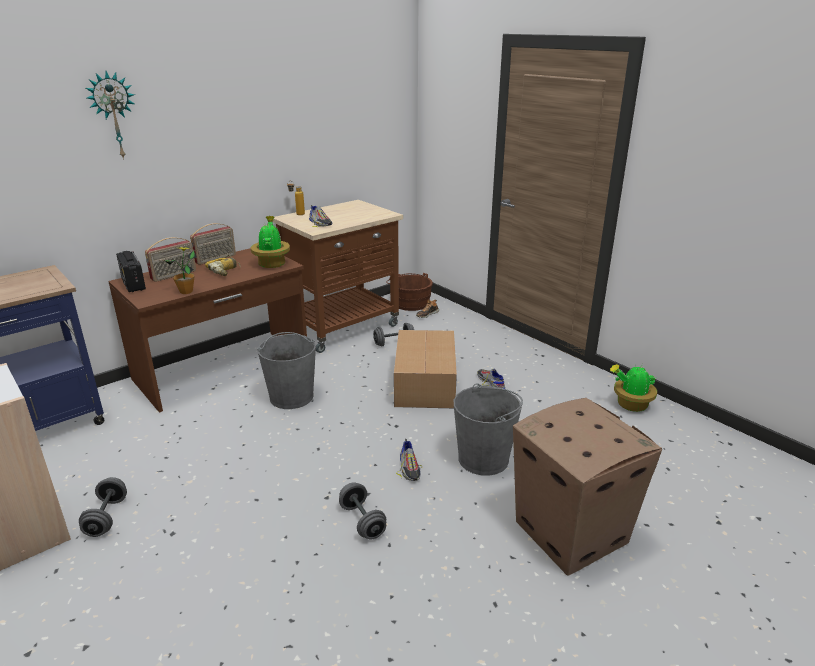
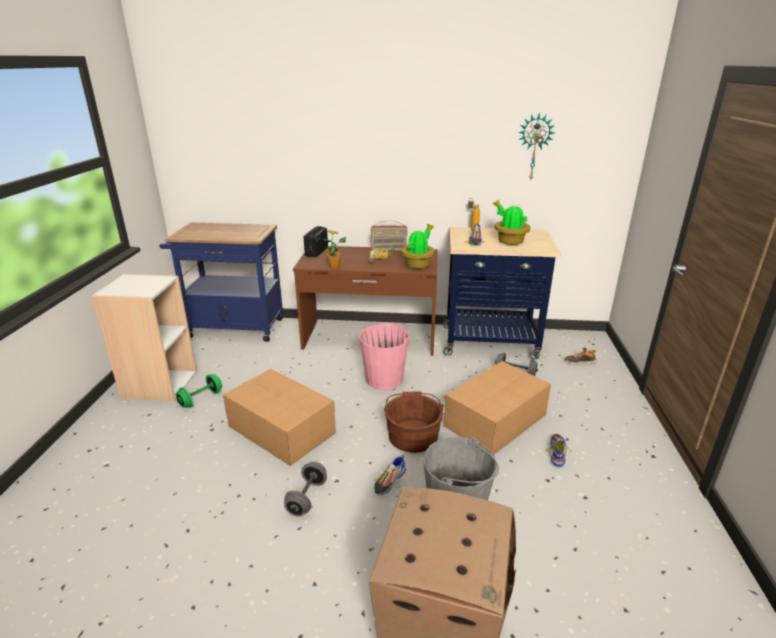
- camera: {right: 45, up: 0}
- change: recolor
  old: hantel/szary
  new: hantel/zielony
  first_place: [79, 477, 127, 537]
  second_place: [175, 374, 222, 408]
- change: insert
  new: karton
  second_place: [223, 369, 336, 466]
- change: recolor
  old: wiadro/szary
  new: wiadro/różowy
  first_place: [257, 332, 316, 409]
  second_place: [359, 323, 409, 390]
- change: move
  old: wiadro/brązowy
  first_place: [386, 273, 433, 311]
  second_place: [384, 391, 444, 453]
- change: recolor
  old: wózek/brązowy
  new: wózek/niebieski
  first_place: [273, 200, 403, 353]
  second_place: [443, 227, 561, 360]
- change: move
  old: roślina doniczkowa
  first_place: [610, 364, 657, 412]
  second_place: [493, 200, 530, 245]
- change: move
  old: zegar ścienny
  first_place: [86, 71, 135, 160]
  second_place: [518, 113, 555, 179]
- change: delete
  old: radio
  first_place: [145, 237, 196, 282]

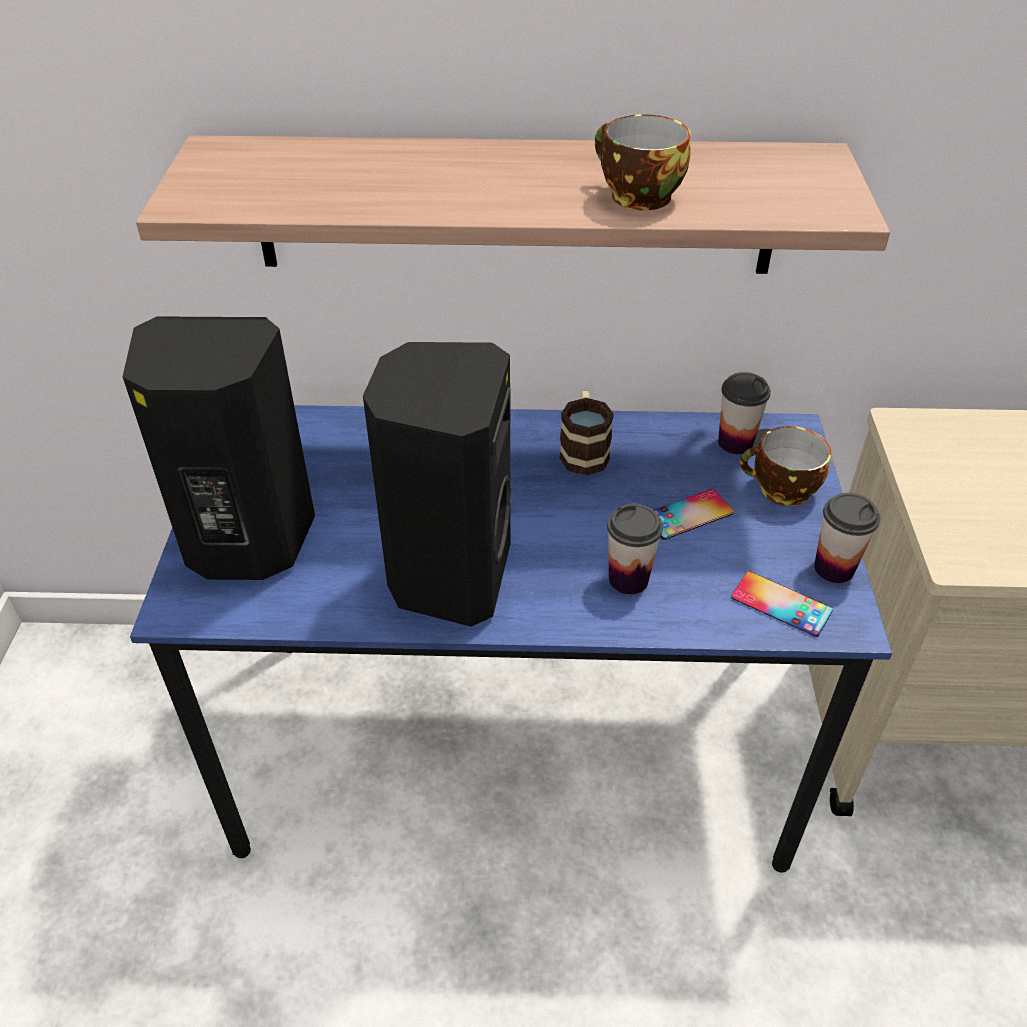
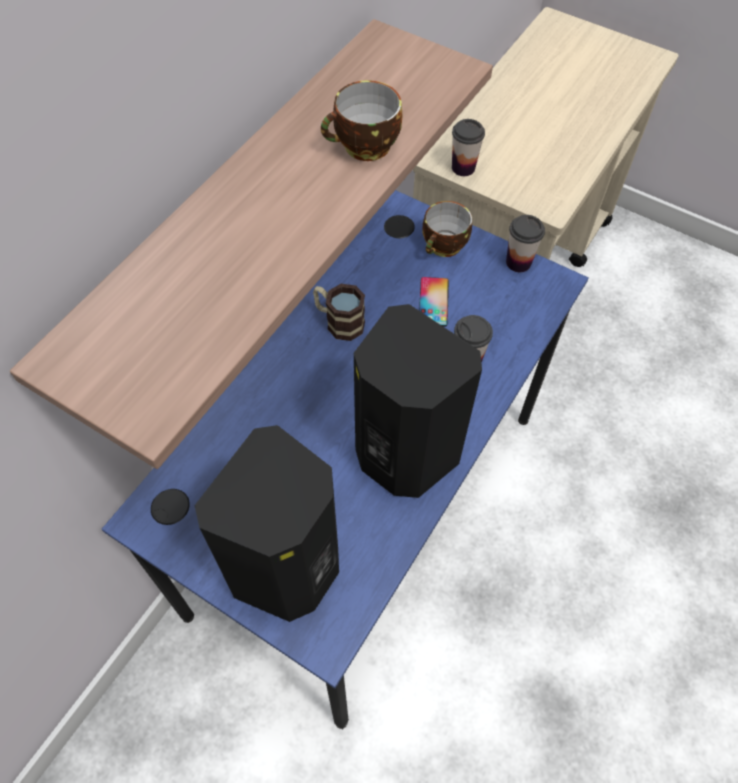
- camera: {right: -60, up: 15}
- change: move
  old: filiżanka
  first_place: [718, 372, 771, 454]
  second_place: [452, 119, 485, 176]
- change: delete
  old: telefon
  first_place: [731, 571, 833, 637]

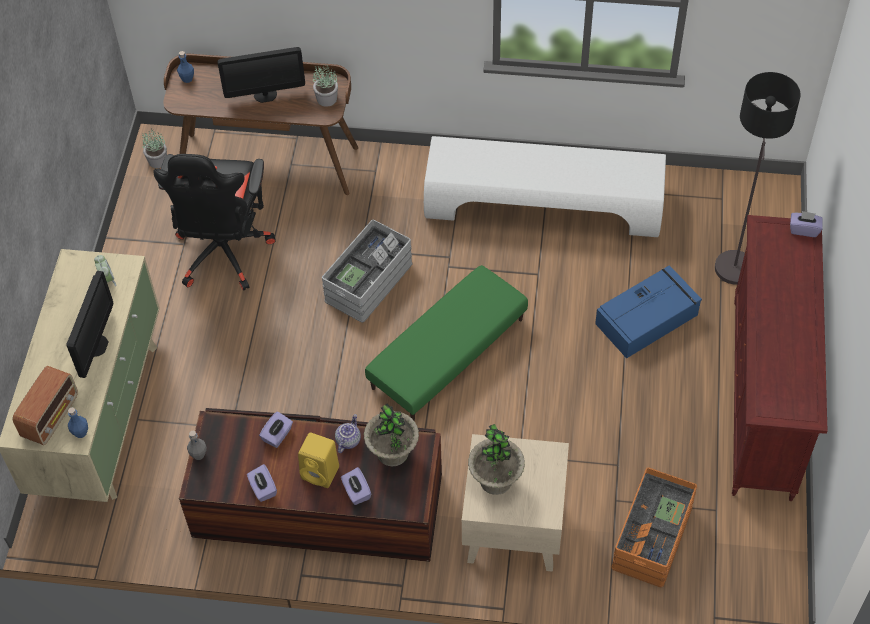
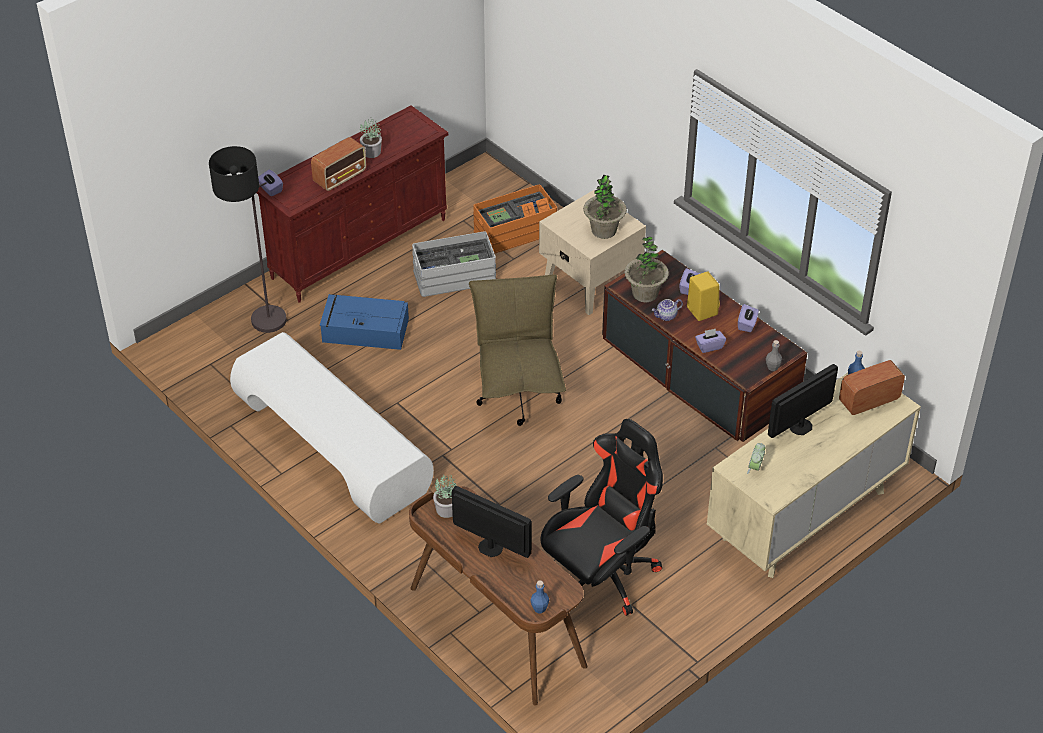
- camera: {right: -140, up: -10}
- change: insert
  new: radio
  second_place: [311, 137, 366, 191]
- change: move
  old: roślina doniczkowa
  first_place: [142, 130, 167, 168]
  second_place: [360, 119, 382, 158]
- change: move
  old: pojemnik do przechowywania/szary
  first_place: [322, 220, 412, 322]
  second_place: [412, 231, 496, 297]
- change: replace
  old: pufa/zielony
  new: krzesło biurowe/beżowy
  first_place: [365, 265, 528, 421]
  second_place: [469, 274, 566, 426]

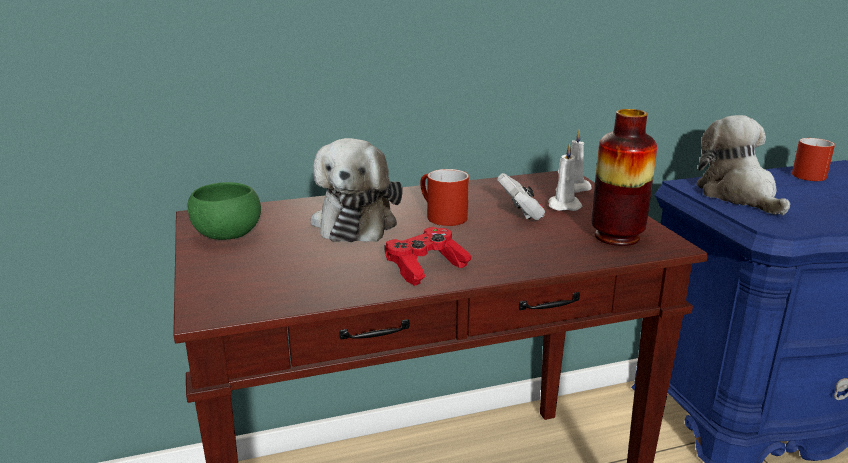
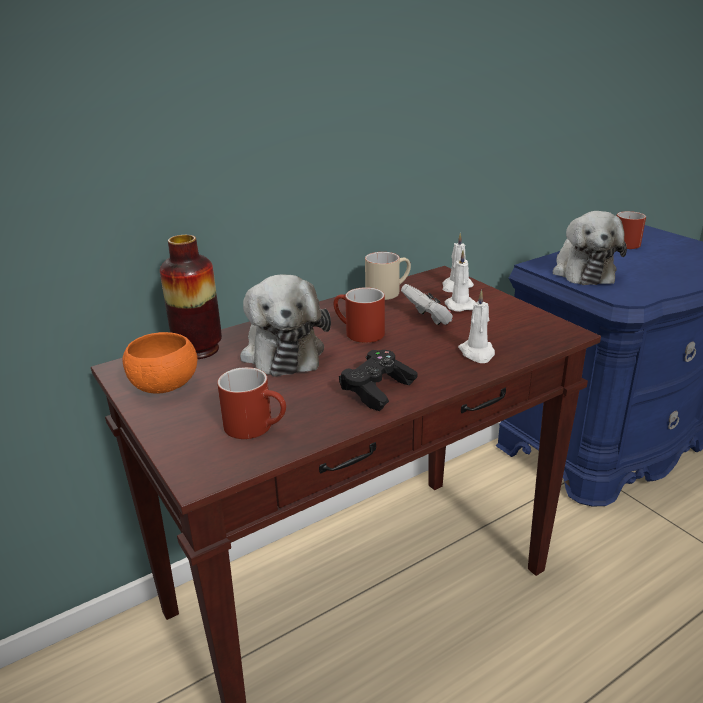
- camera: {right: -15, up: 5}
- change: recolor
  old: miska/zielony
  new: miska/pomarańczowy
  first_place: [188, 182, 261, 240]
  second_place: [123, 332, 197, 394]
- change: move
  old: wazon
  first_place: [591, 109, 657, 246]
  second_place: [160, 235, 222, 359]
- change: insert
  new: kubek/czerwony
  second_place: [217, 367, 286, 439]
- change: recolor
  old: pad do gier/czerwony
  new: pad do gier/czarny
  first_place: [385, 227, 471, 286]
  second_place: [339, 350, 418, 411]
- change: insert
  new: kubek/beżowy
  second_place: [365, 252, 411, 300]
- change: insert
  new: świeca/biały
  second_place: [458, 290, 495, 363]
- change: rotate
  old: pluszak
  first_place: [696, 115, 790, 215]
  second_place: [553, 211, 627, 285]
  degrees: -150

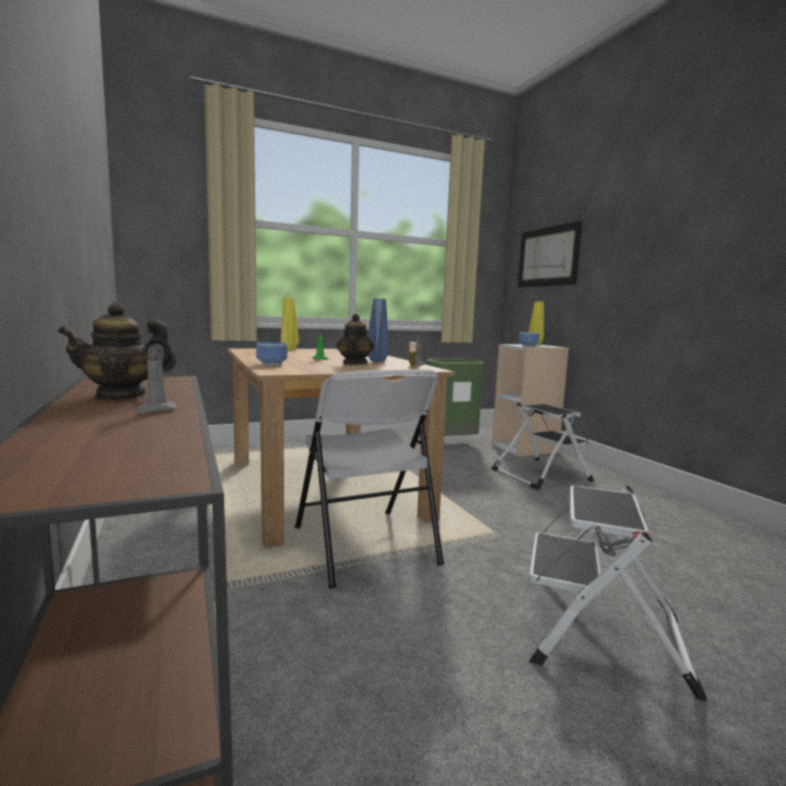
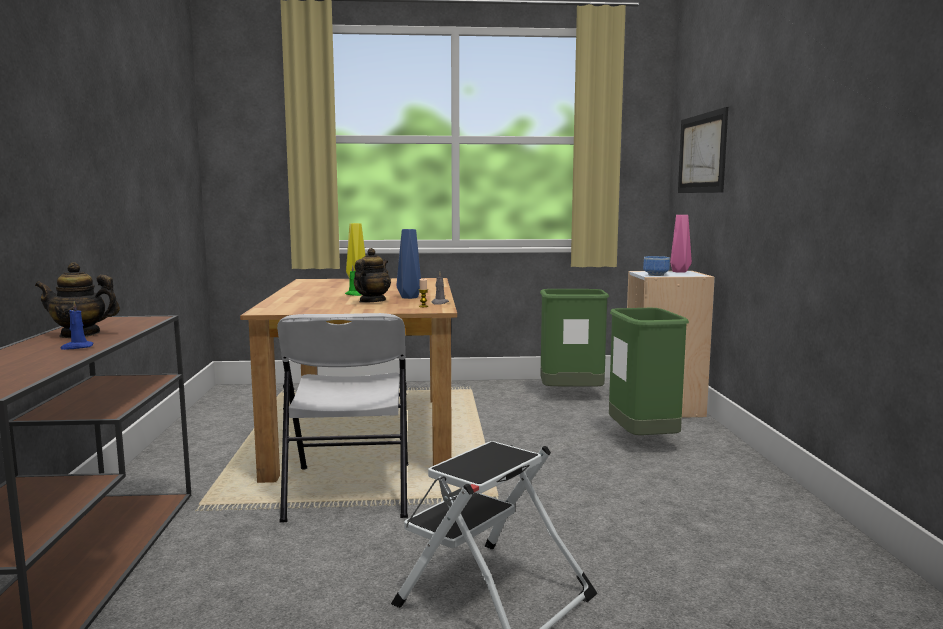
- camera: {right: 20, up: 0}
- change: recolor
  old: świeca/szary
  new: świeca/niebieski
  first_place: [134, 348, 177, 413]
  second_place: [60, 301, 93, 350]
- change: replace
  old: drabinka
  new: kosz na śmieci/zielony
  first_place: [491, 402, 594, 490]
  second_place: [609, 308, 689, 435]
- change: recolor
  old: wazon/żółty
  new: wazon/różowy
  first_place: [529, 301, 544, 345]
  second_place: [670, 215, 692, 273]
- change: delete
  old: miska
  first_place: [256, 342, 287, 365]

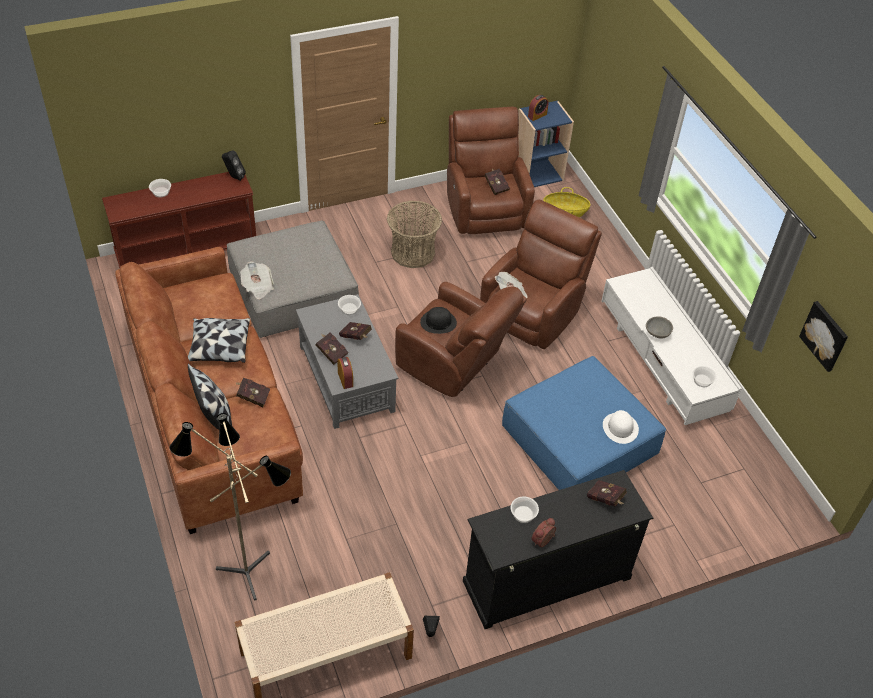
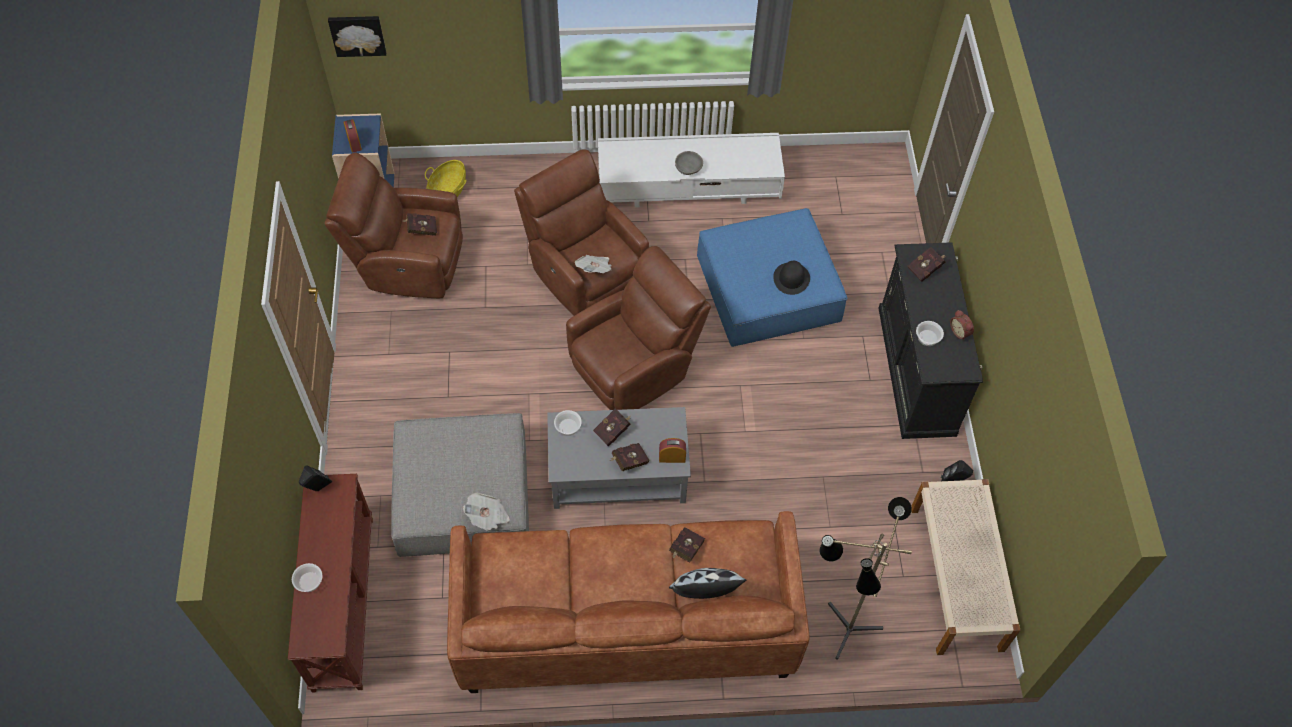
- camera: {right: -70, up: 10}
- change: move
  old: obraz
  first_place: [799, 301, 848, 372]
  second_place: [328, 16, 386, 57]
- change: move
  old: kapelusz/czarny
  first_place: [420, 307, 457, 334]
  second_place: [773, 261, 810, 295]
- change: delete
  old: poduszka
  first_place: [188, 318, 250, 363]
- change: delete
  old: koszyk
  first_place: [387, 201, 442, 268]
- change: delete
  old: kapelusz/biały
  first_place: [603, 410, 639, 444]
- change: delete
  old: miska
  first_place: [693, 366, 717, 387]

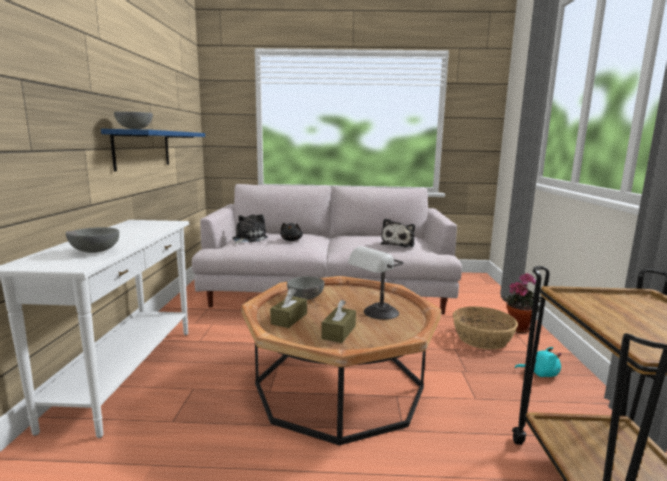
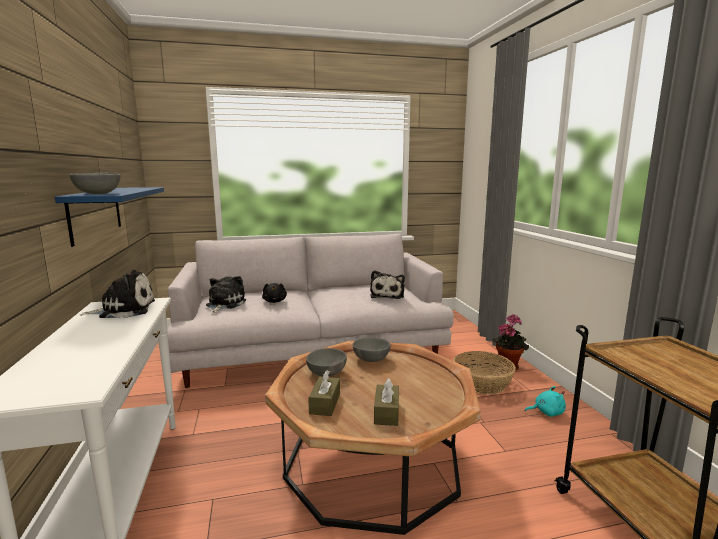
- camera: {right: -15, up: 0}
- change: insert
  new: pluszak
  second_place: [80, 270, 155, 318]
- change: move
  old: miska/szary
  first_place: [66, 227, 119, 253]
  second_place: [352, 337, 390, 362]
- change: delete
  old: lampa stołowa
  first_place: [348, 246, 404, 320]

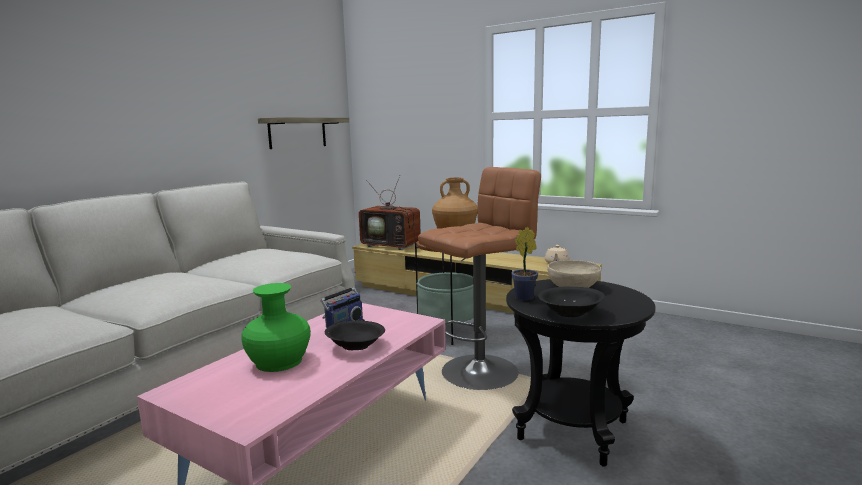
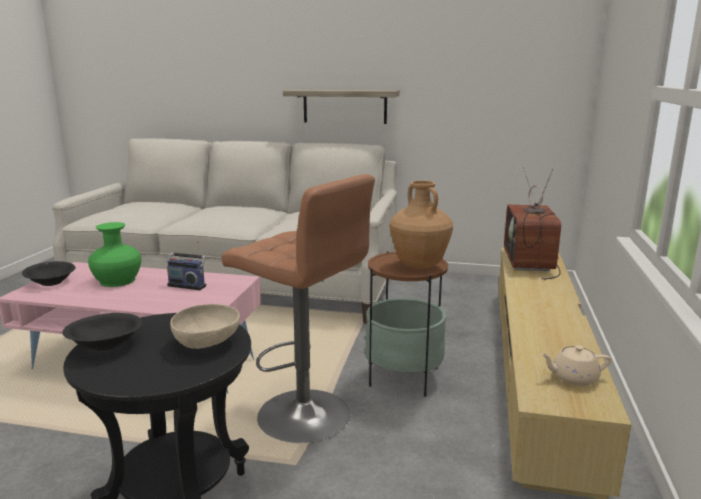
- camera: {right: 70, up: 5}
- change: move
  old: miska/czarny
  first_place: [325, 320, 385, 350]
  second_place: [22, 261, 76, 286]
- change: move
  old: półka
  first_place: [258, 117, 349, 149]
  second_place: [283, 89, 400, 124]
- change: delete
  old: roślina doniczkowa
  first_place: [511, 227, 538, 301]

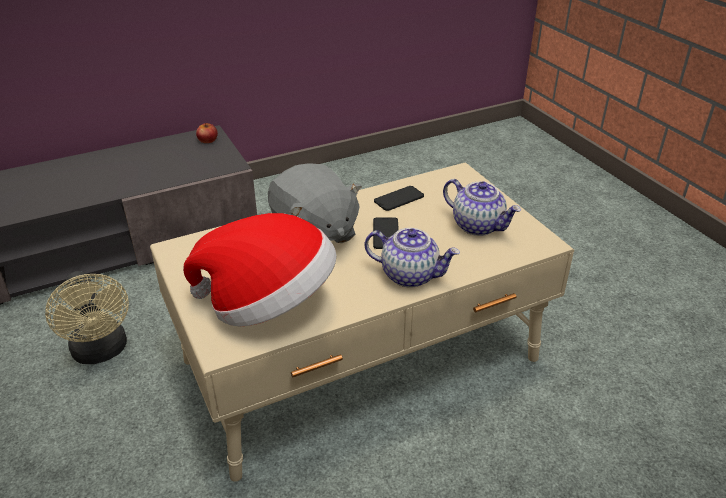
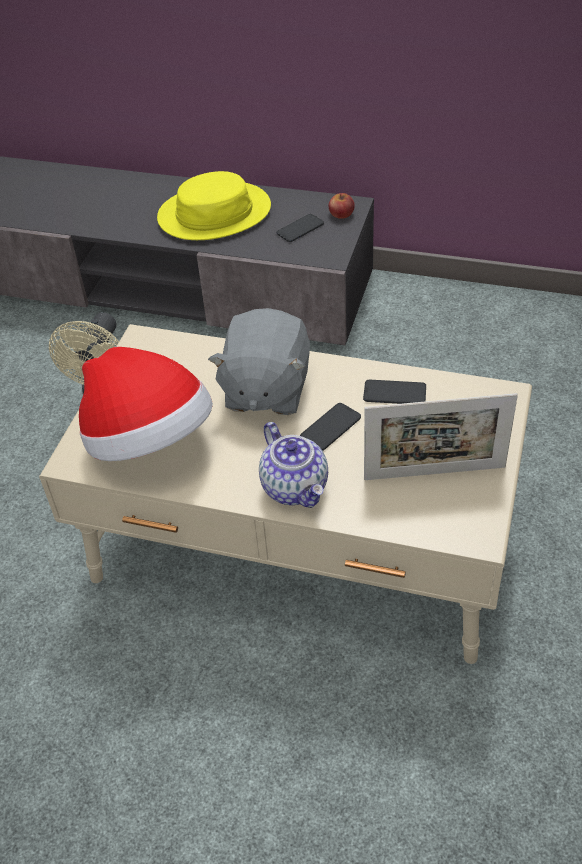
- camera: {right: 45, up: 10}
- change: insert
  new: kapelusz/żółty
  second_place: [157, 171, 271, 240]
- change: insert
  new: telefon
  second_place: [277, 214, 324, 242]
- change: replace
  old: imbryk
  new: ramka na zdjęcie
  first_place: [443, 179, 521, 236]
  second_place: [364, 393, 518, 480]

